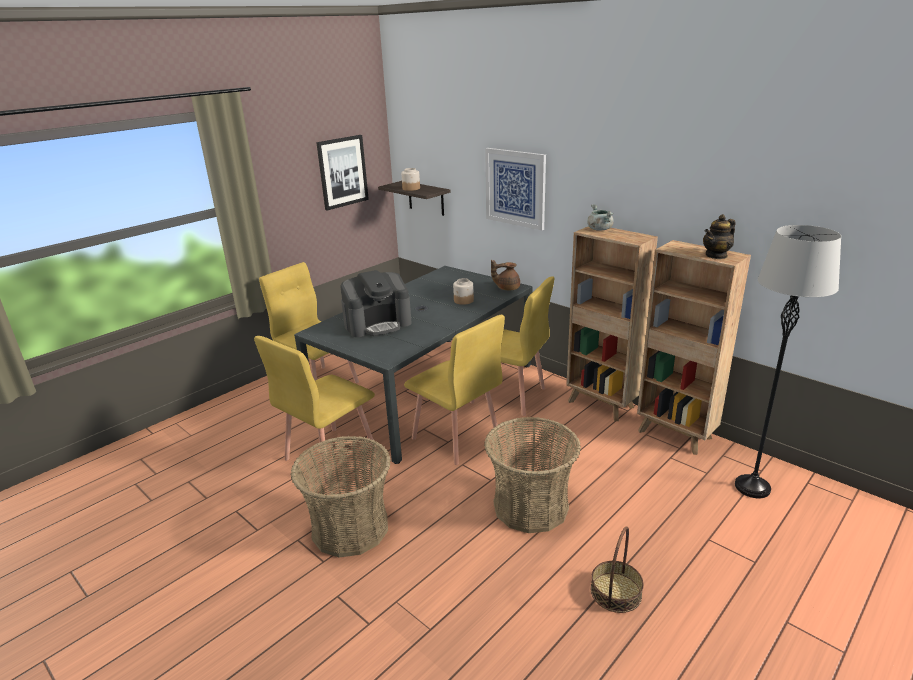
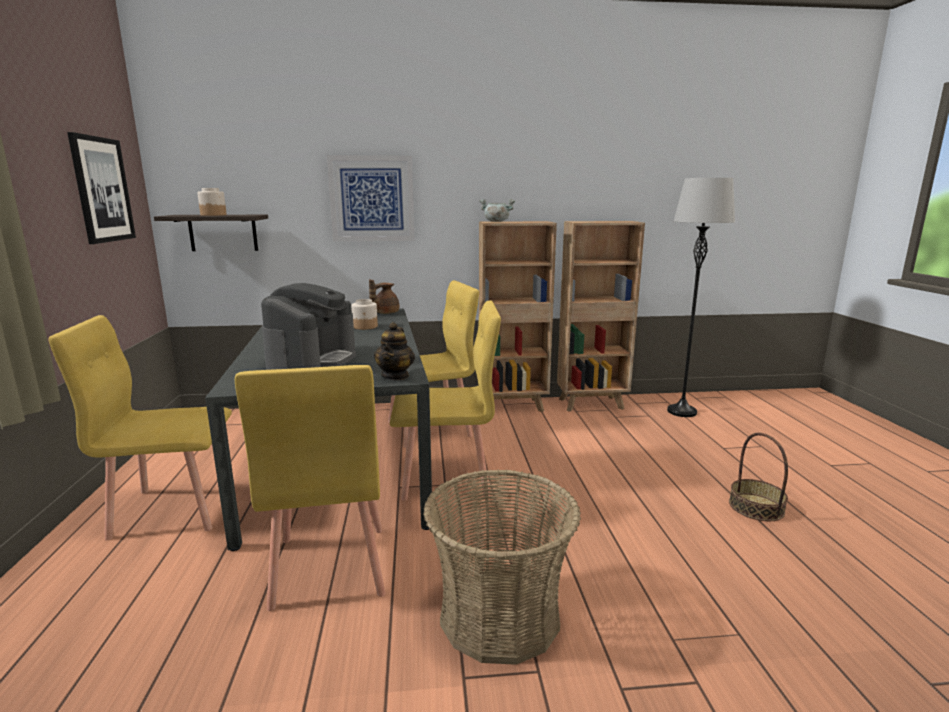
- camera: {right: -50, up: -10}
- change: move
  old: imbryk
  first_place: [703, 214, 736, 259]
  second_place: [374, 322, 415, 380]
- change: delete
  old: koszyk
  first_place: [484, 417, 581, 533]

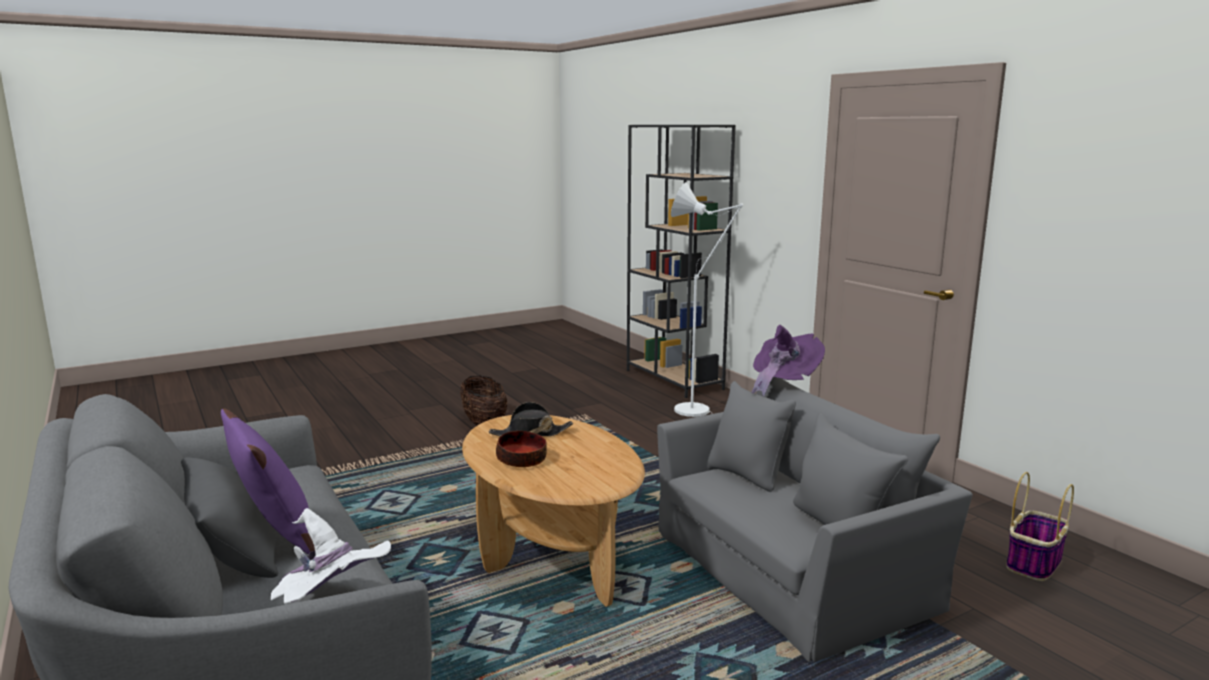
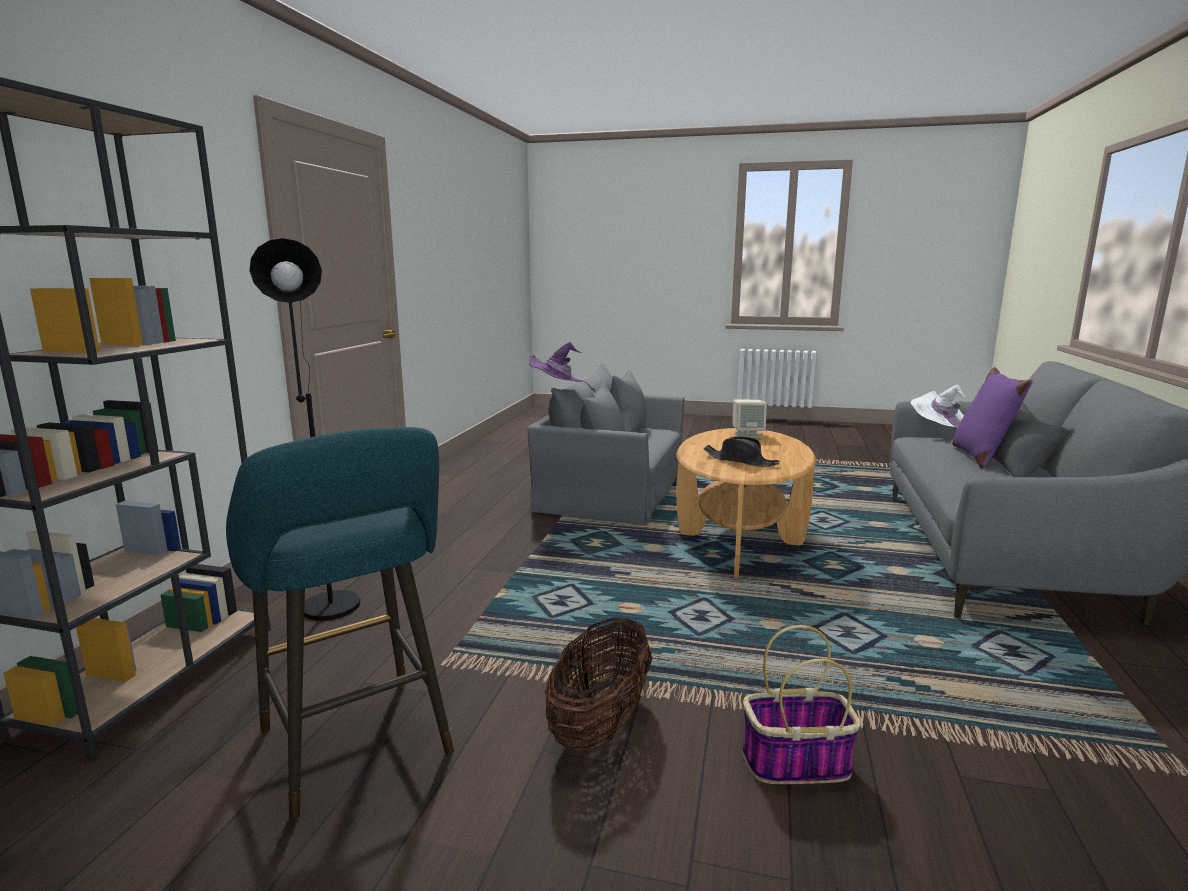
- camera: {right: -135, up: 0}
- change: insert
  new: stołek/turkusowy
  second_place: [226, 427, 454, 820]
- change: recolor
  old: lampa stojąca/biały
  new: lampa stojąca/czarny
  first_place: [671, 182, 743, 417]
  second_place: [249, 238, 360, 621]
- change: insert
  new: głośnik/beżowy
  second_place: [732, 400, 767, 438]
- change: move
  old: koszyk
  first_place: [1006, 472, 1074, 581]
  second_place: [742, 625, 861, 784]
- change: delete
  old: miska
  first_place: [496, 431, 547, 467]

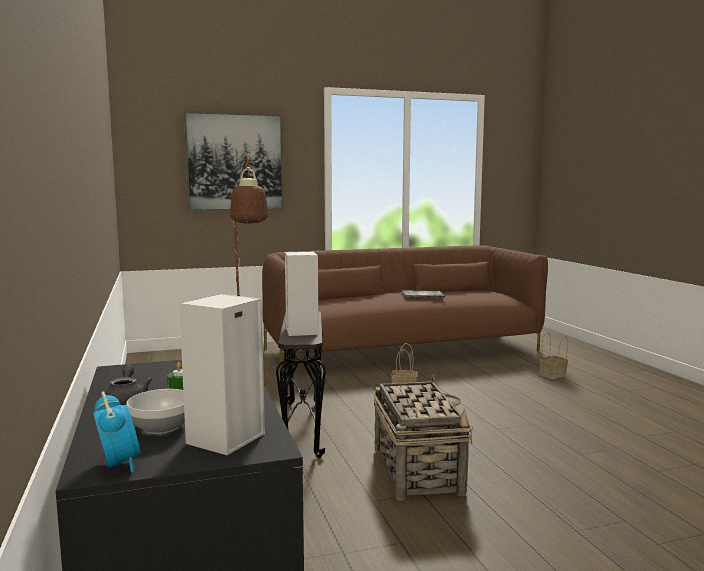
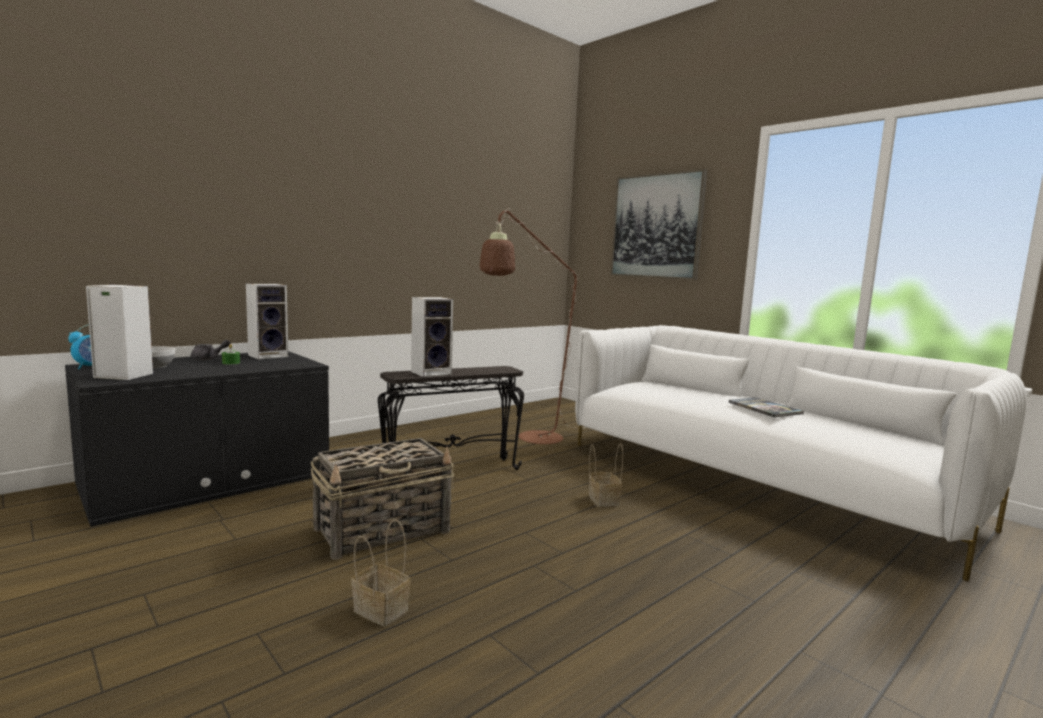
- camera: {right: 65, up: 0}
- change: insert
  new: głośnik
  second_place: [246, 284, 288, 359]
- change: move
  old: koszyk
  first_place: [540, 332, 568, 379]
  second_place: [351, 519, 411, 626]
- change: recolor
  old: kanapa/brązowy
  new: kanapa/biały
  first_place: [262, 245, 548, 373]
  second_place: [575, 325, 1027, 581]

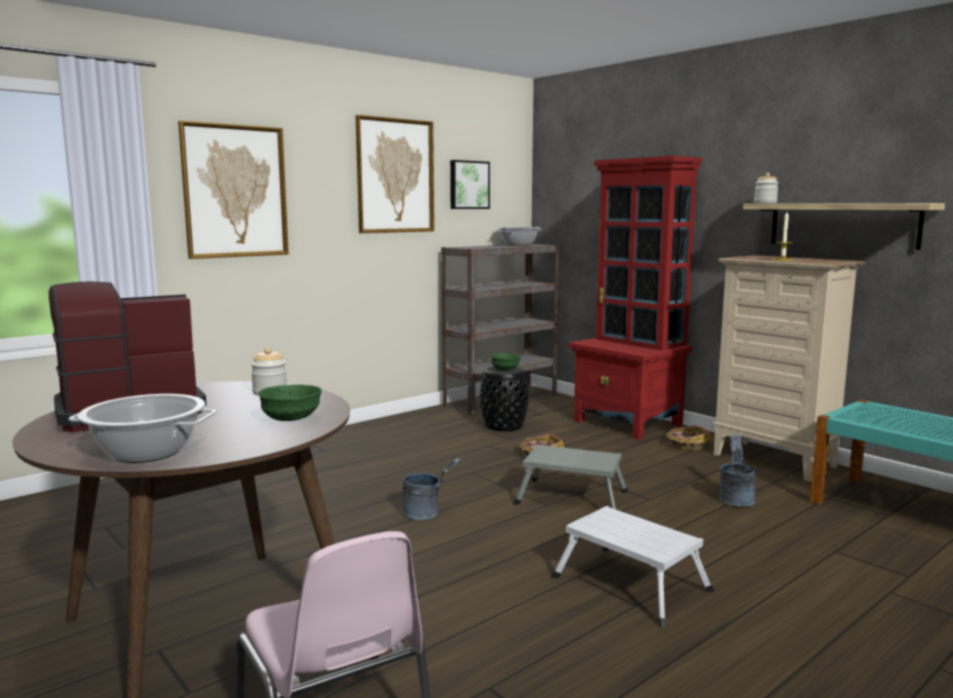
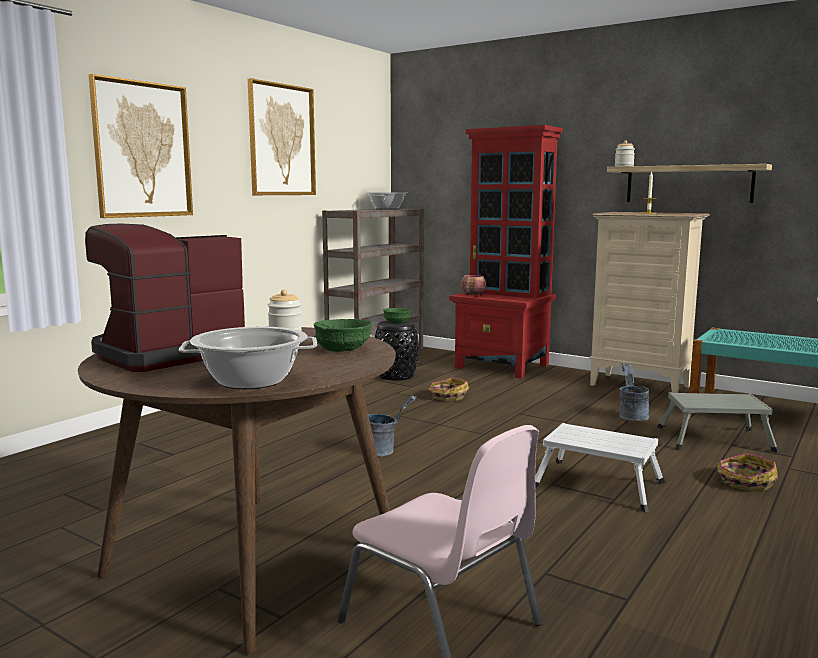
- camera: {right: -15, up: 0}
- change: insert
  new: miska
  second_place: [461, 275, 486, 297]
- change: move
  old: drabinka/szary
  first_place: [513, 444, 629, 510]
  second_place: [657, 392, 779, 453]
- change: move
  old: koszyk
  first_place: [664, 425, 711, 451]
  second_place: [717, 453, 778, 491]
- change: delete
  old: obraz
  first_place: [450, 160, 490, 209]

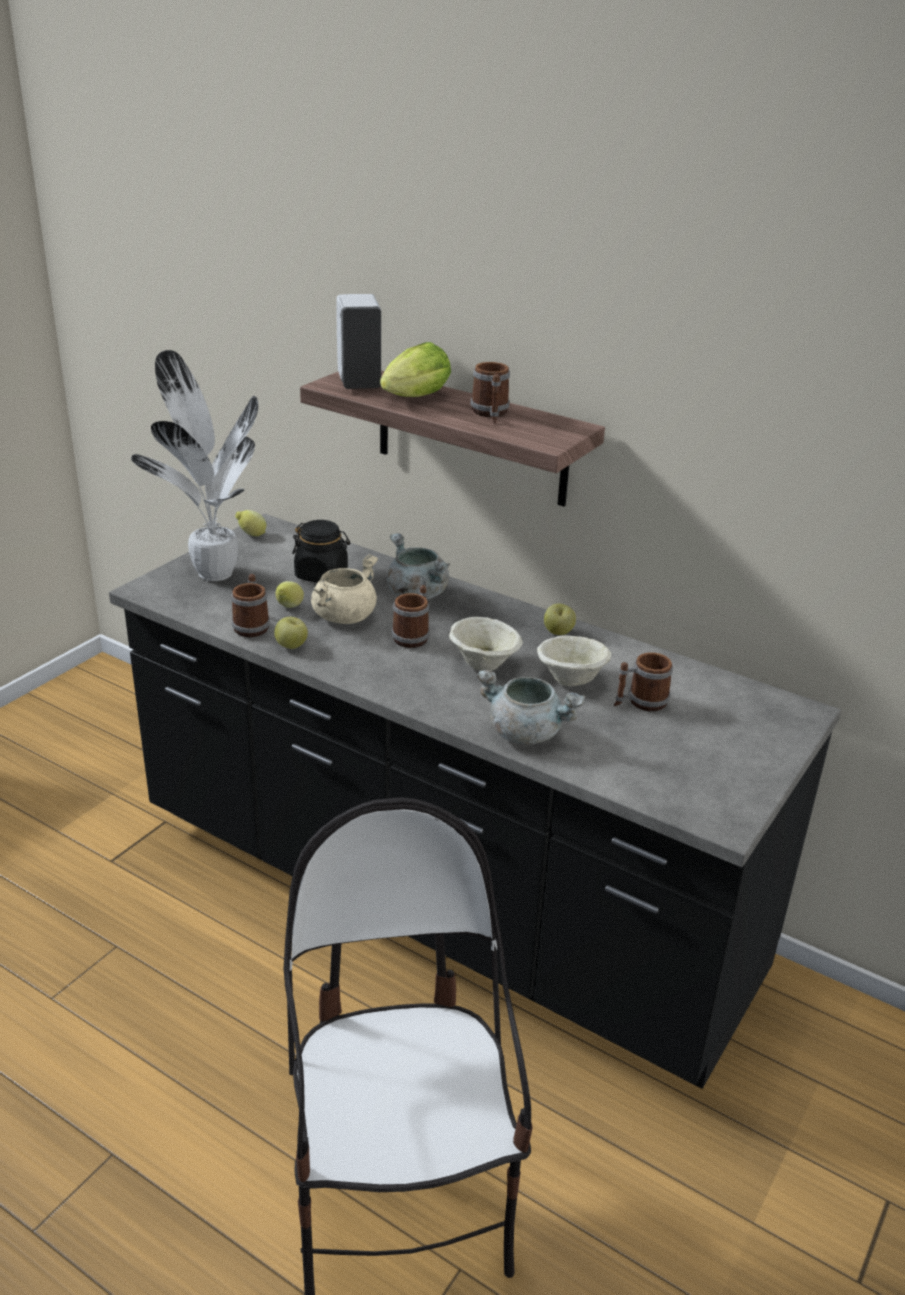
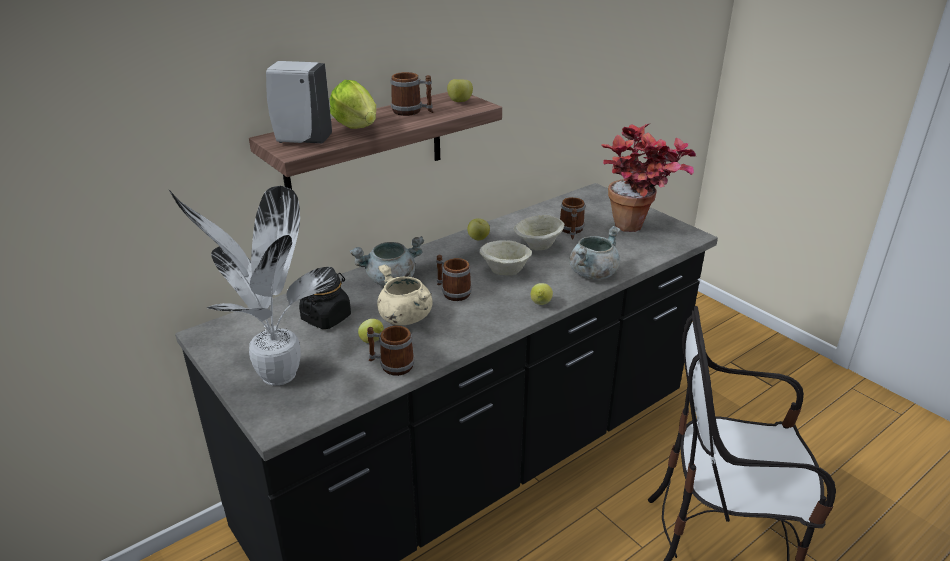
- camera: {right: -70, up: 0}
- change: move
  old: jabłko
  first_place: [274, 617, 308, 649]
  second_place: [447, 79, 473, 102]
- change: move
  old: cytryna
  first_place: [235, 510, 266, 536]
  second_place: [531, 283, 553, 305]
- change: insert
  new: roślina doniczkowa
  second_place: [601, 124, 696, 232]

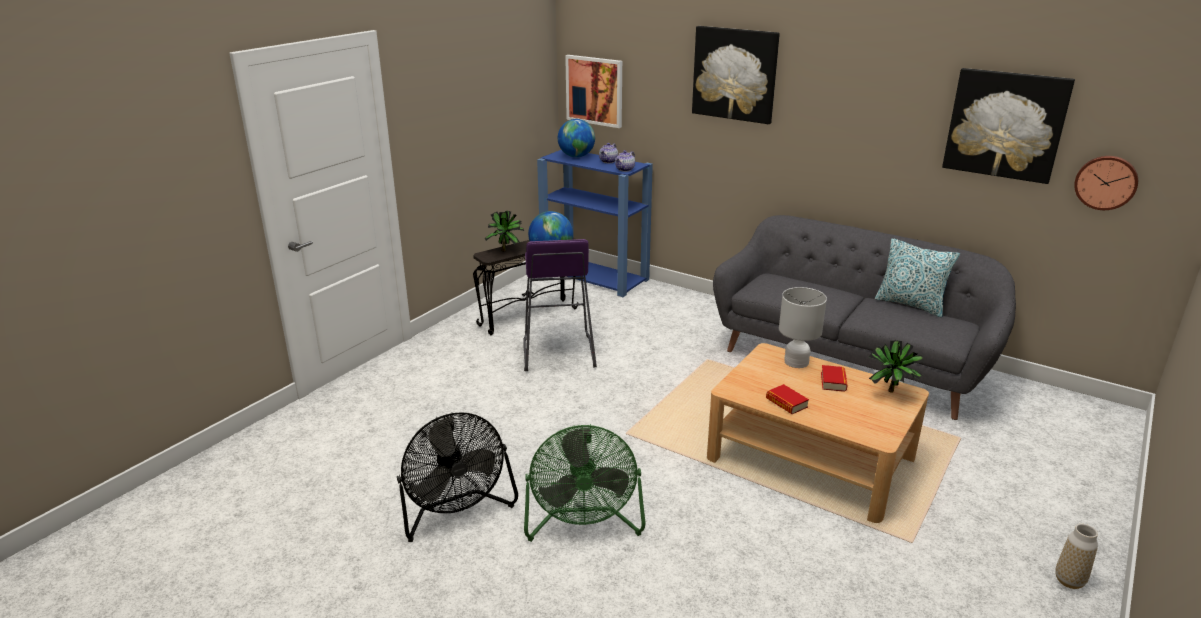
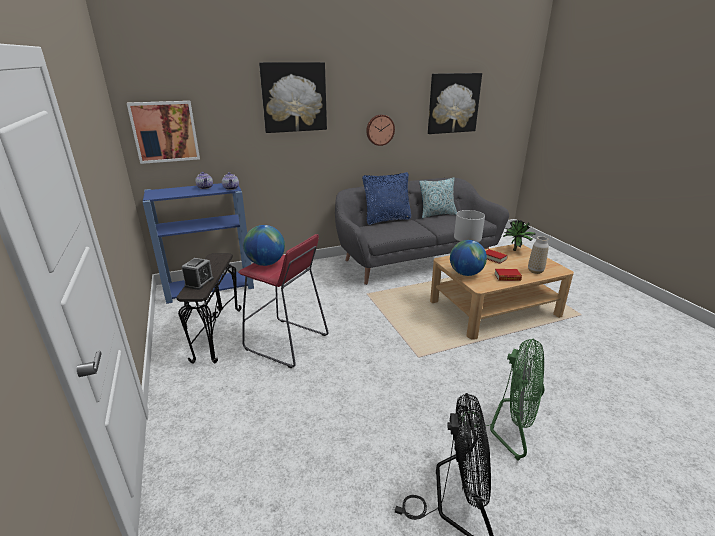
- camera: {right: -55, up: 0}
- change: replace
  old: roślina doniczkowa
  new: budzik
  first_place: [485, 211, 524, 252]
  second_place: [182, 258, 214, 290]
- change: recolor
  old: stołek/fioletowy
  new: stołek/czerwony
  first_place: [523, 239, 597, 371]
  second_place: [238, 234, 328, 368]
- change: insert
  new: poduszka/niebieski
  second_place: [363, 172, 411, 225]
- change: move
  old: zegar ścienny
  first_place: [1074, 156, 1138, 210]
  second_place: [366, 115, 395, 146]
- change: move
  old: globus
  first_place: [558, 119, 595, 157]
  second_place: [450, 240, 487, 276]
- change: move
  old: wazon
  first_place: [1055, 524, 1098, 589]
  second_place: [528, 236, 549, 274]

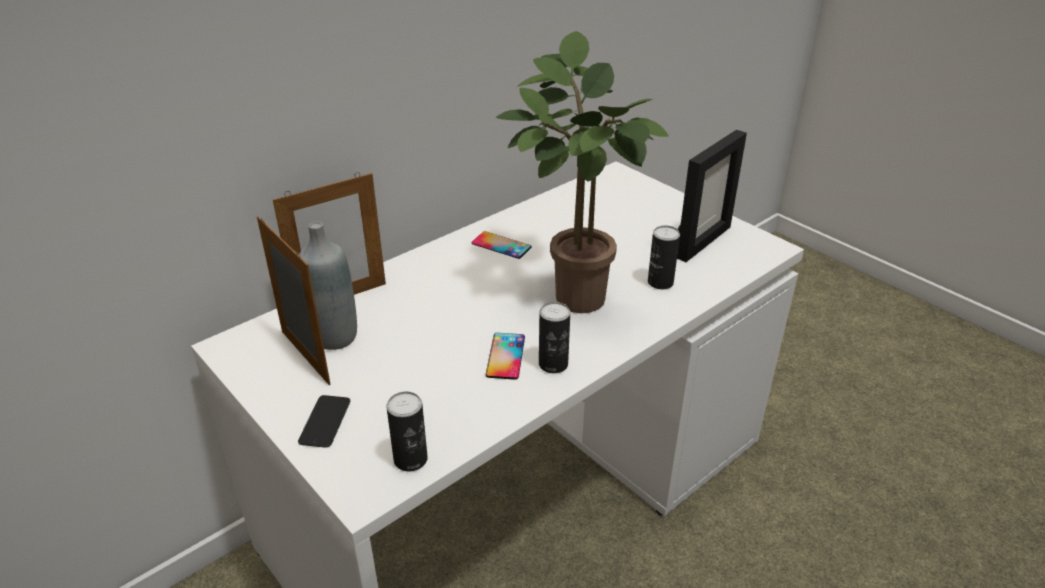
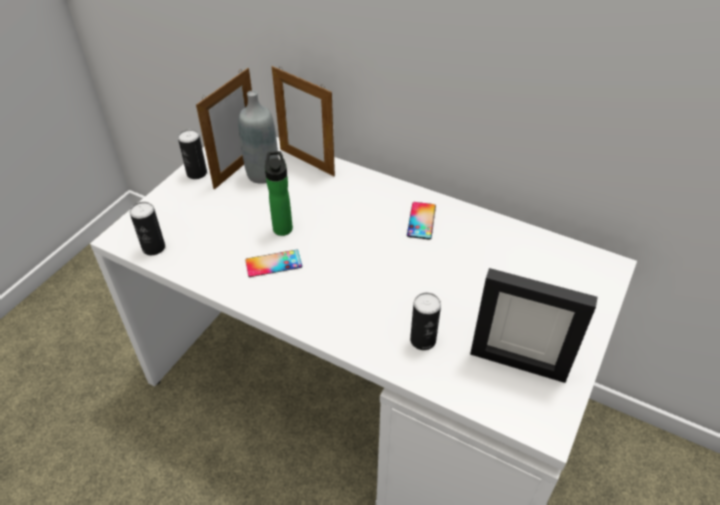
- camera: {right: 70, up: 10}
- change: move
  old: puszka
  first_place: [539, 302, 570, 373]
  second_place: [178, 129, 207, 179]
- change: insert
  new: butelka
  second_place: [265, 151, 293, 236]
- change: delete
  old: telefon
  first_place: [298, 395, 350, 448]
- change: delete
  old: roślina doniczkowa
  first_place: [496, 31, 669, 313]

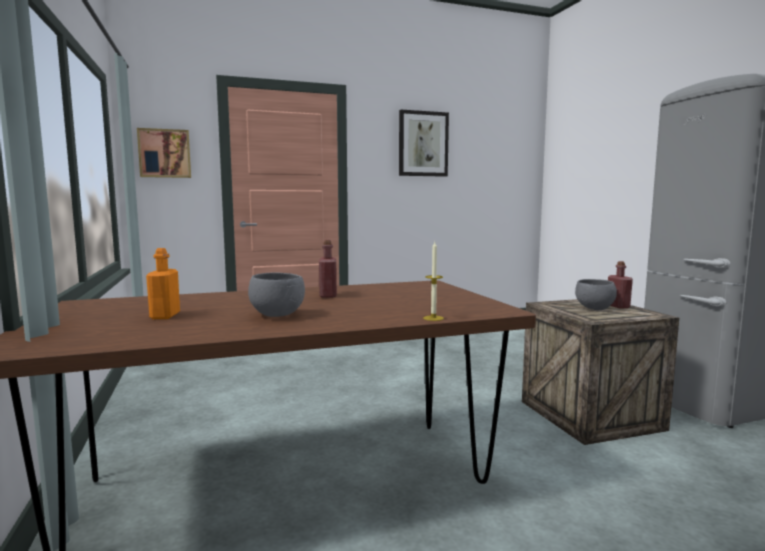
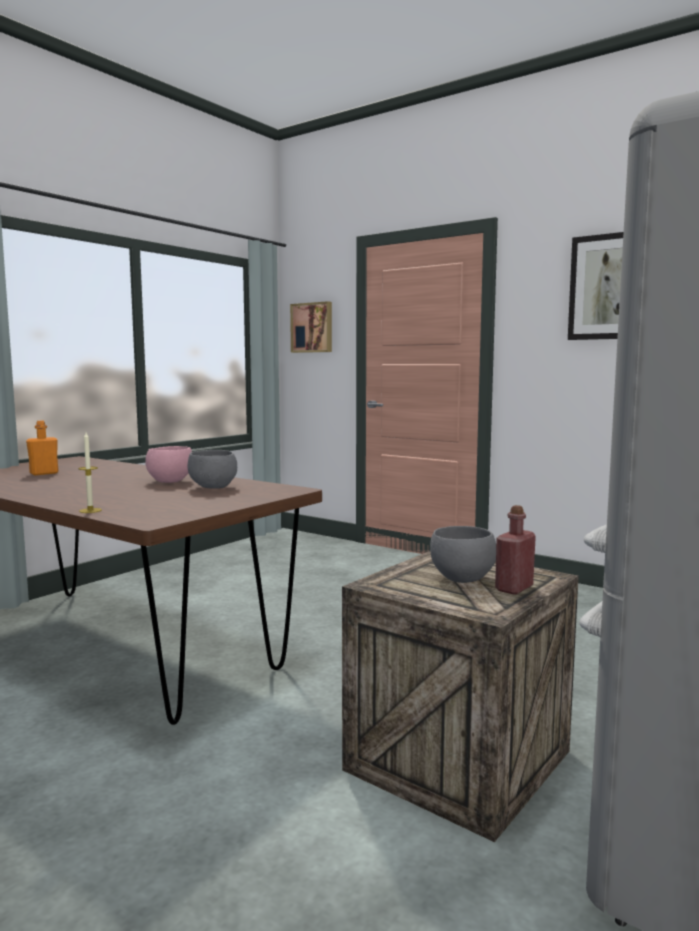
- camera: {right: 55, up: 0}
- change: replace
  old: butelka/czerwony
  new: miska/różowy
  first_place: [319, 240, 337, 298]
  second_place: [145, 446, 192, 483]
- change: move
  old: miska/szary
  first_place: [248, 272, 305, 317]
  second_place: [188, 450, 237, 489]

